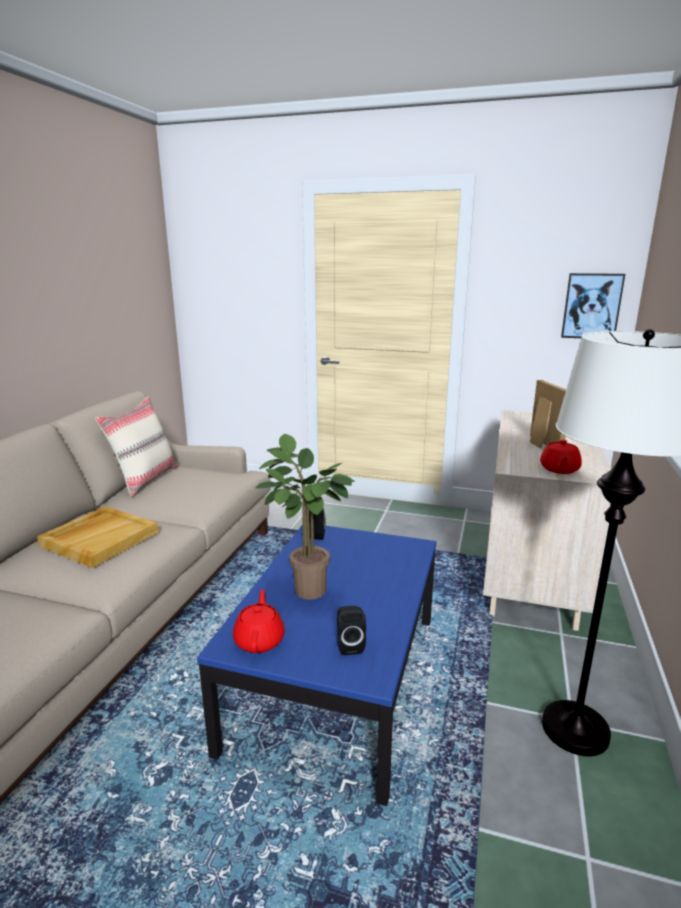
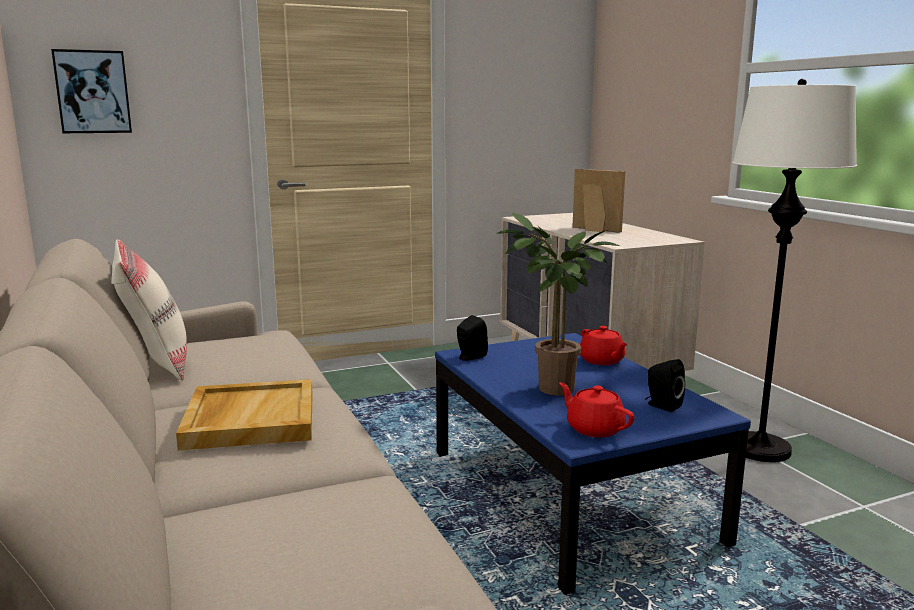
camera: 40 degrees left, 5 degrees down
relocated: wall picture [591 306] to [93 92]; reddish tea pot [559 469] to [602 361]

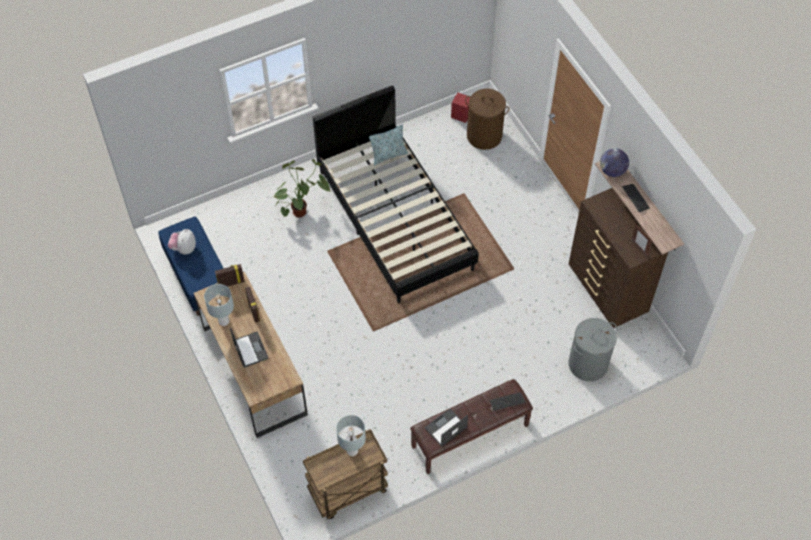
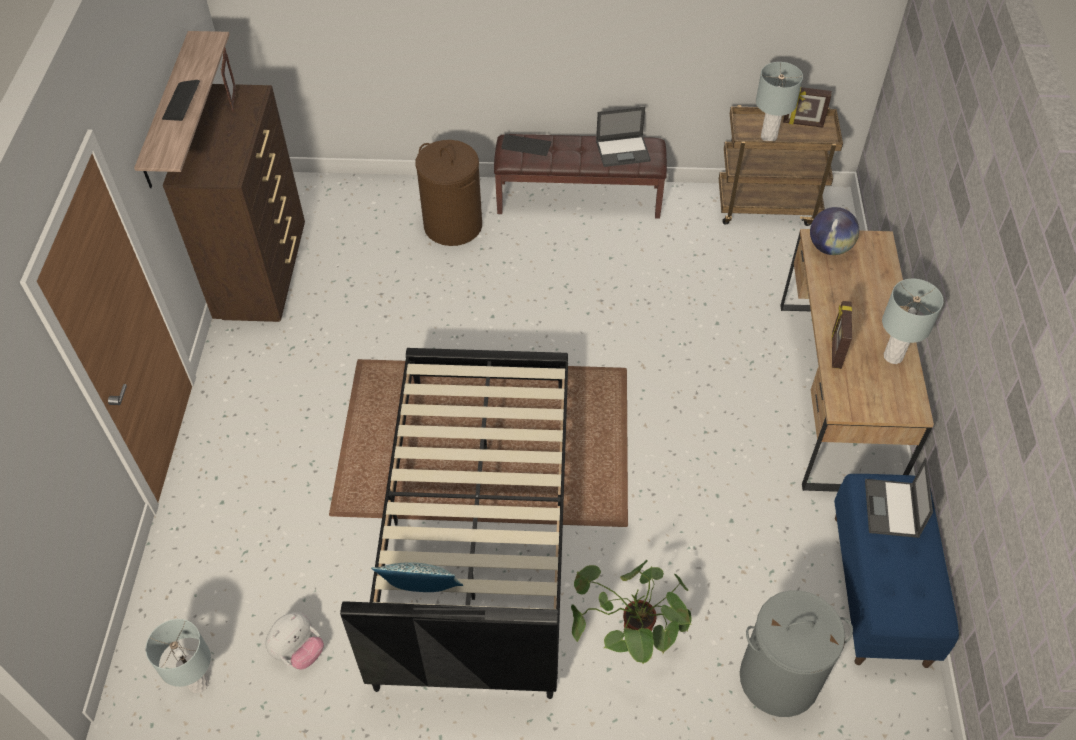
camera: 150 degrees left, 5 degrees down
relocated: brown-coloured hamper [484 136] to [452 225]; world globe [612 171] to [829 247]; plush toy [184 248] to [299 651]; photo frame [231 283] to [803 123]; gray hamper [588 364] to [779 678]; portable computer [250 349] to [892 509]
exchanged: reddish loudspeaker [461 115] to gray tabletop lamp [198 683]

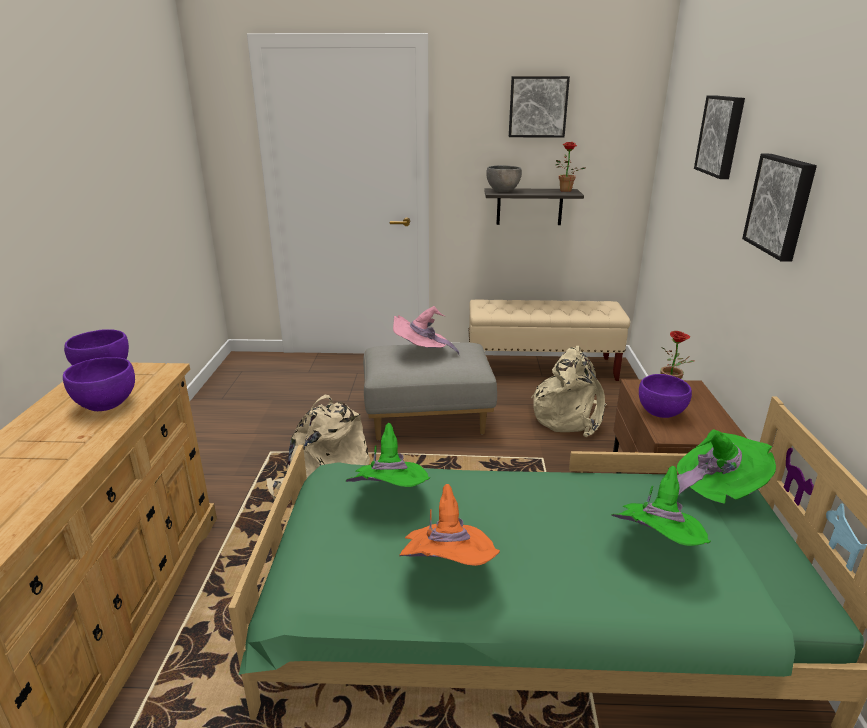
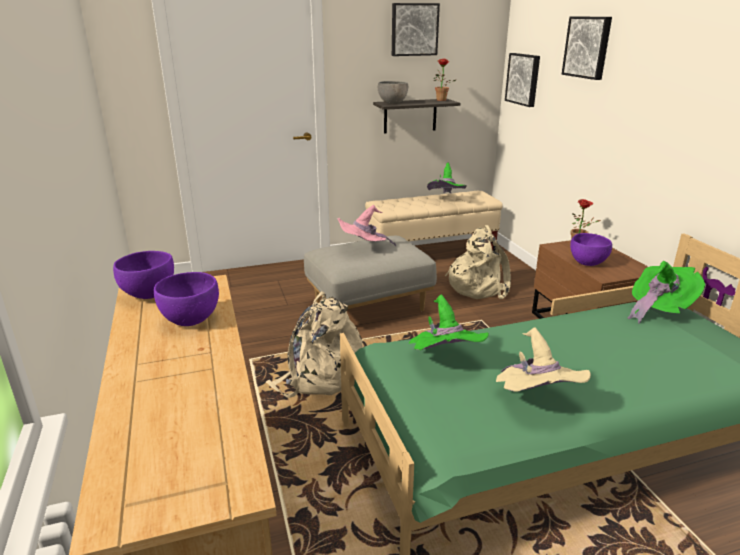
camera: 20 degrees left, 0 degrees up
relocated: wall picture [781 205] to [523 79]; green-coloured clothing hat [656 548] to [445 201]
colour: orange-coloured clothing hat [447 570] to beige clothing hat [536 399]

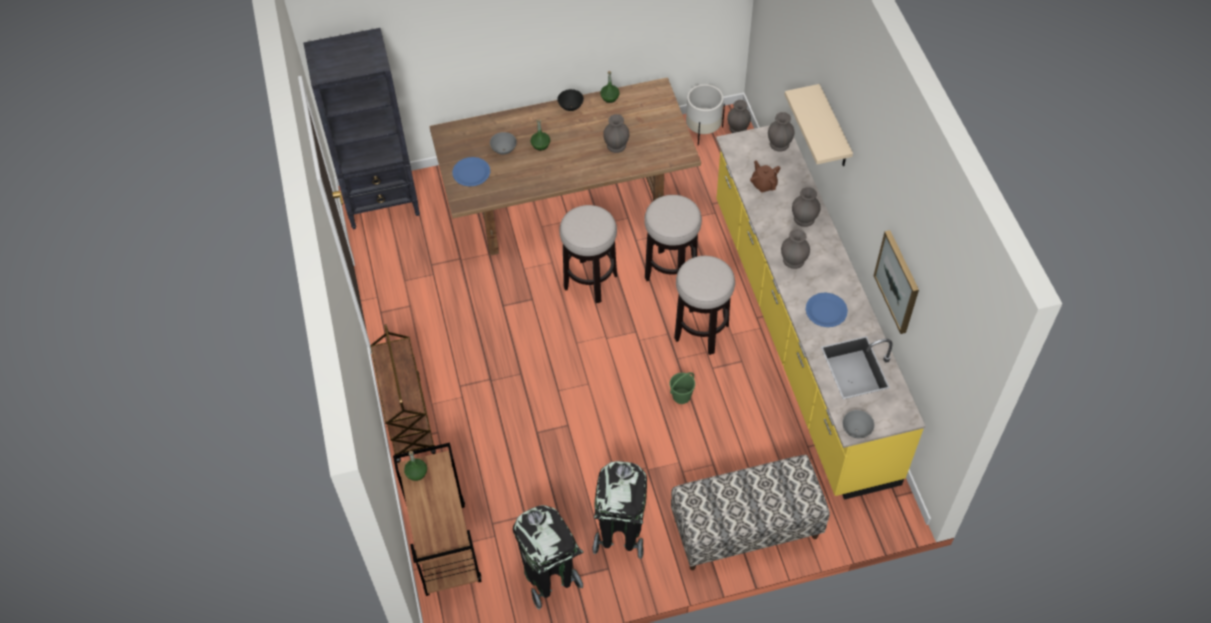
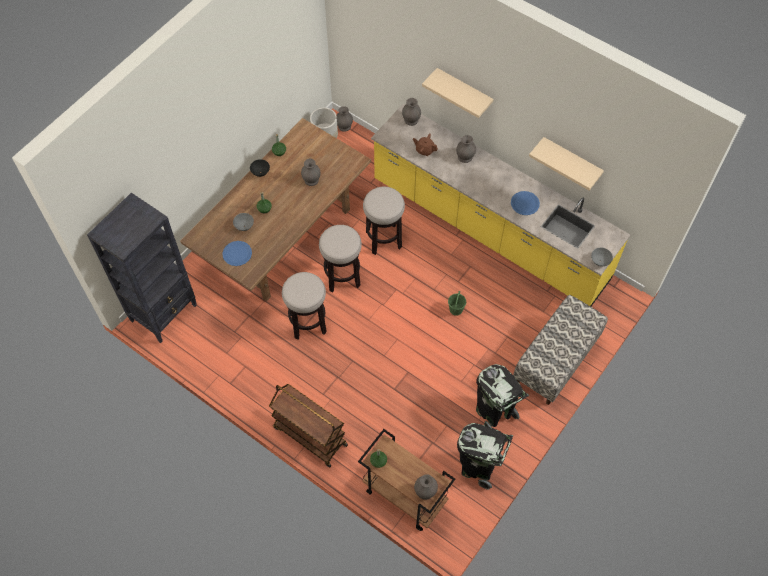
camera: 40 degrees left, 5 degrees up
relocated: gray flower vase [793 260] to [425 491]; sitting stool [701 332] to [308 323]
exchanged: wall picture [898 281] to beige shelf [571 160]

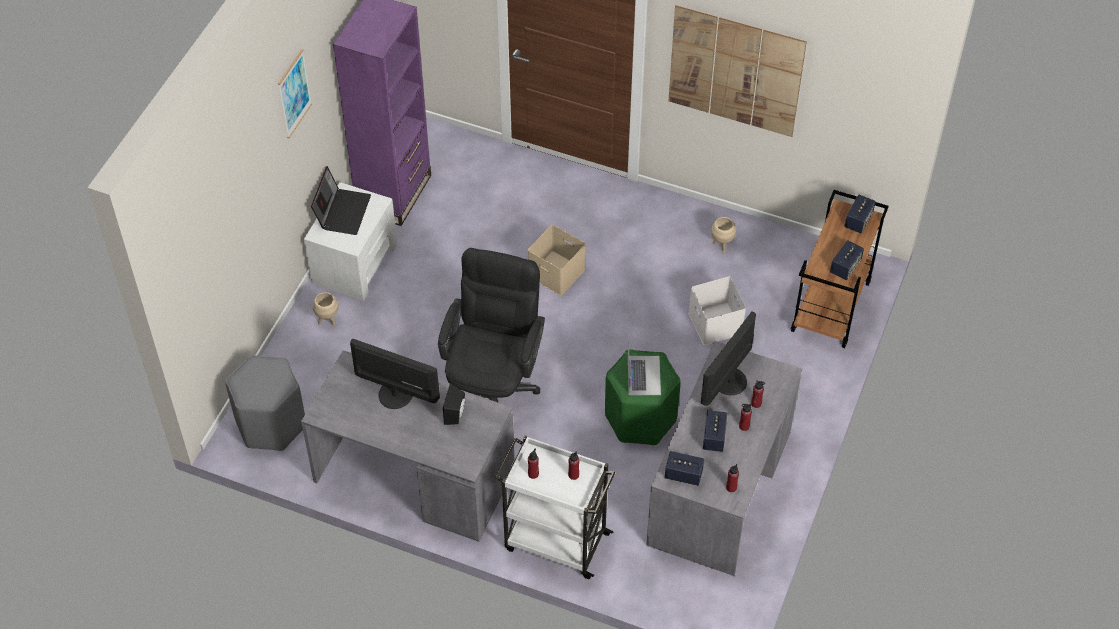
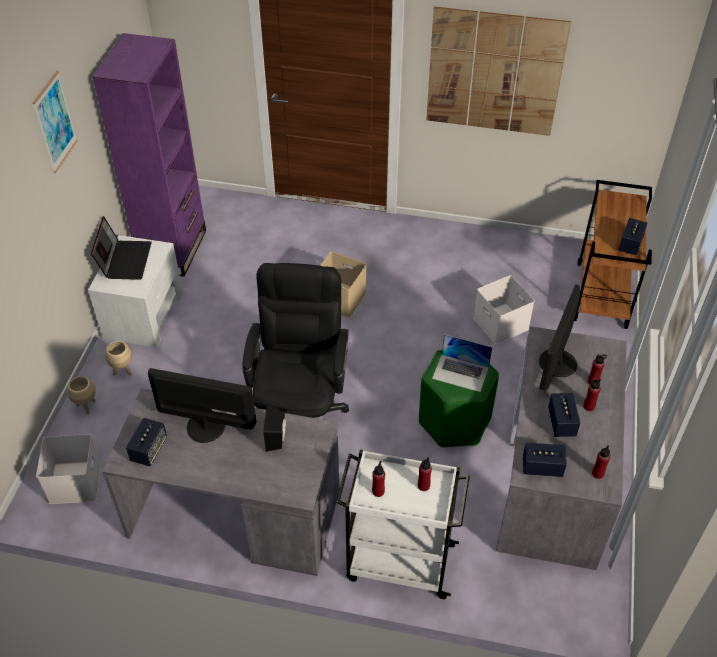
camera: 10 degrees left, 5 degrees down
relocated: loudspeaker [858 221] to [149 450]; beige planter [722 246] to [87 407]
exchanged: gray sitting stool [271 423] to white-coloured storage bin [74 481]
spun: portable computer [643 375] = [460 373] 120 degrees clockwise

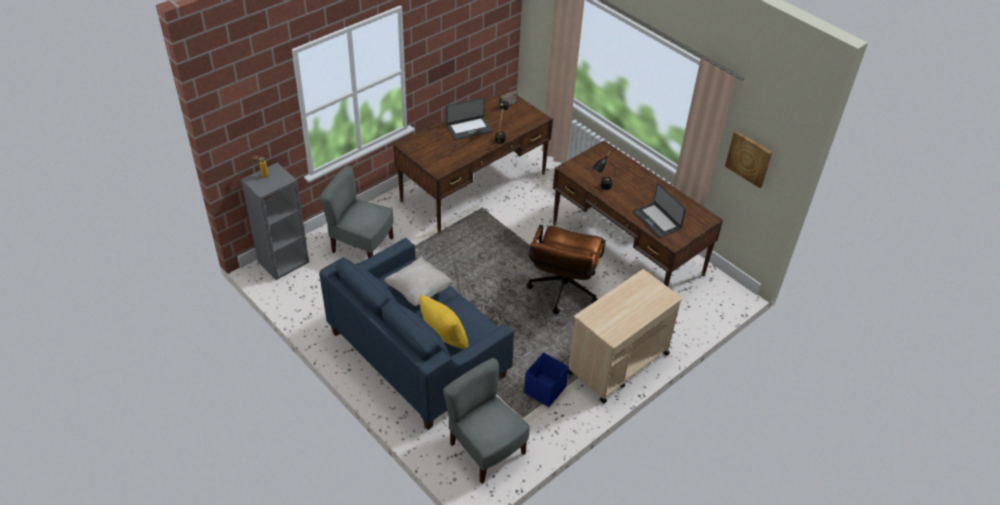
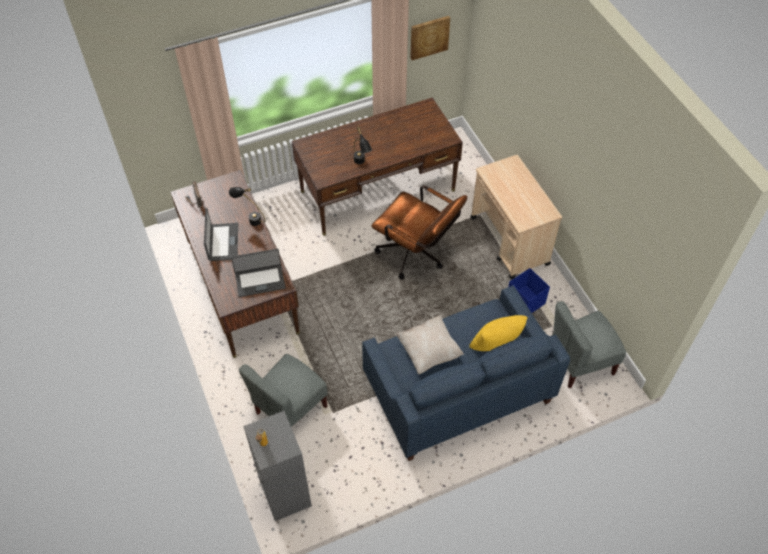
camera: 70 degrees left, 10 degrees up
relocated: portable computer [657 220] to [260 280]

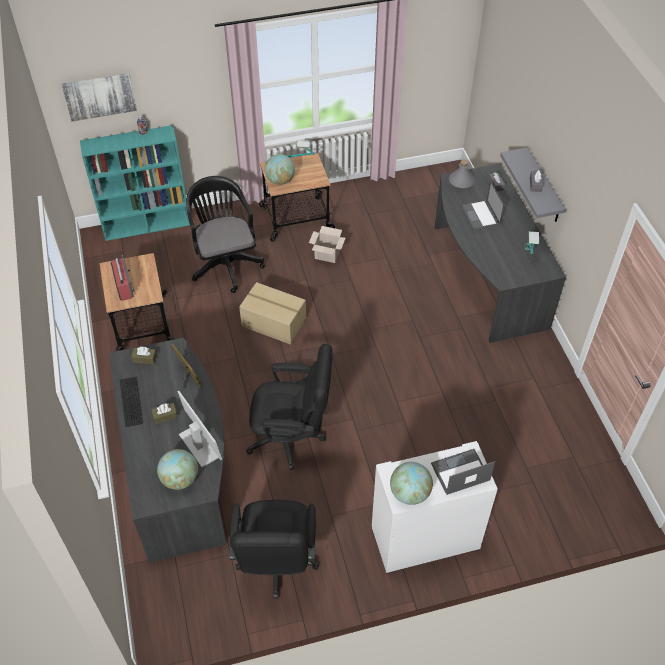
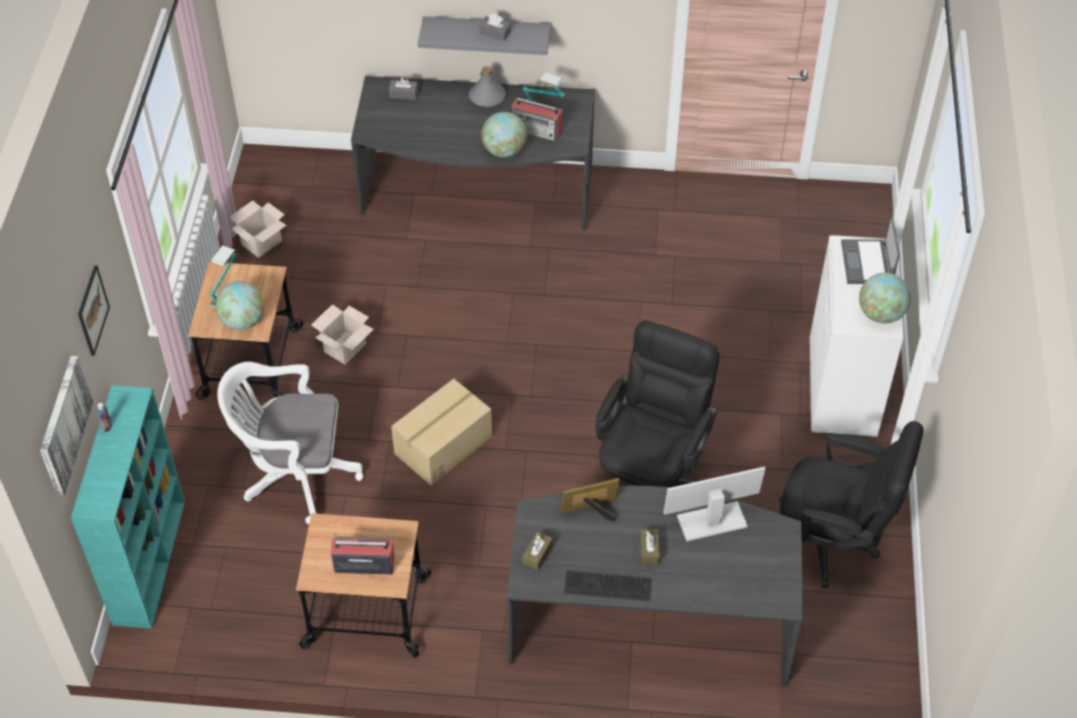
camera: 70 degrees left, 0 degrees up
missing: portable computer [480 215]
appeared: radio [537 130]; packing box [262 242]; wall picture [92 310]
relocated: gray drink bottle [461 181] to [487 97]; world globe [180 479] to [504 150]
colour: black-coloured office chair [225 263] to white-coloured office chair [294 474]

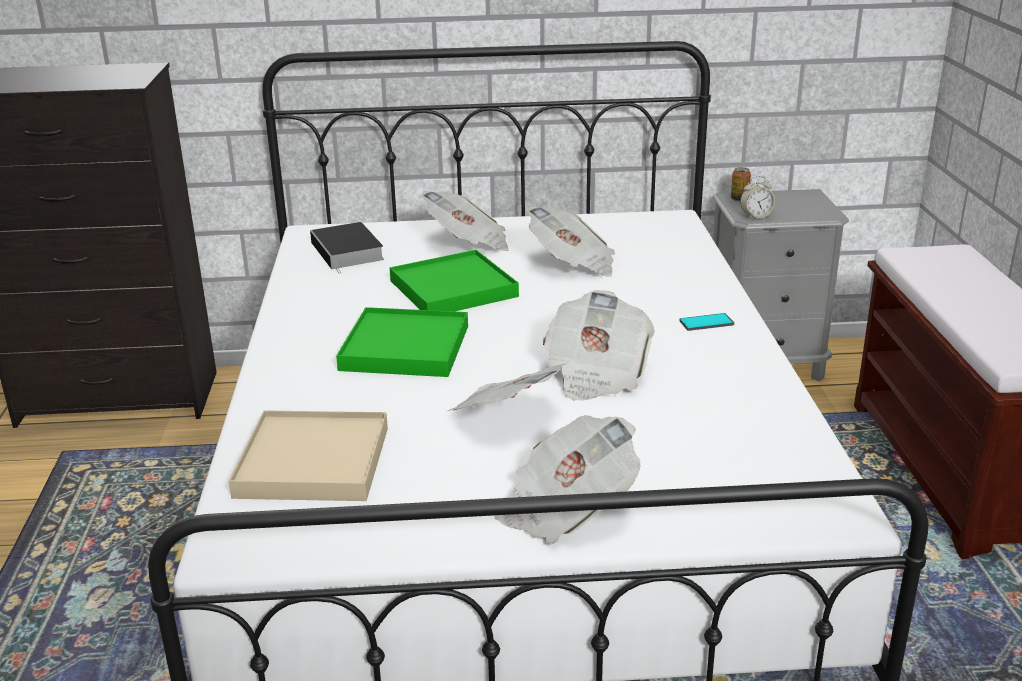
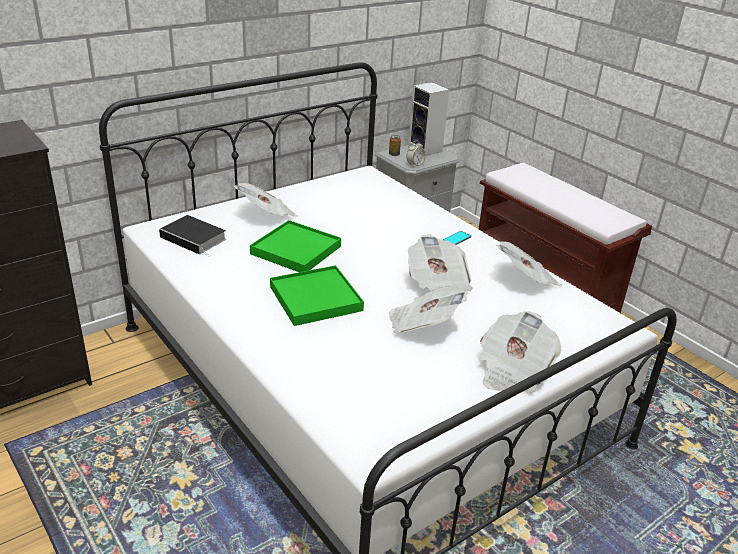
camera: 35 degrees left, 5 degrees up
missing: beige carrying tray [313 462]
appeared: loudspeaker [426 149]
relocated: daily paper [573 264] to [526 280]

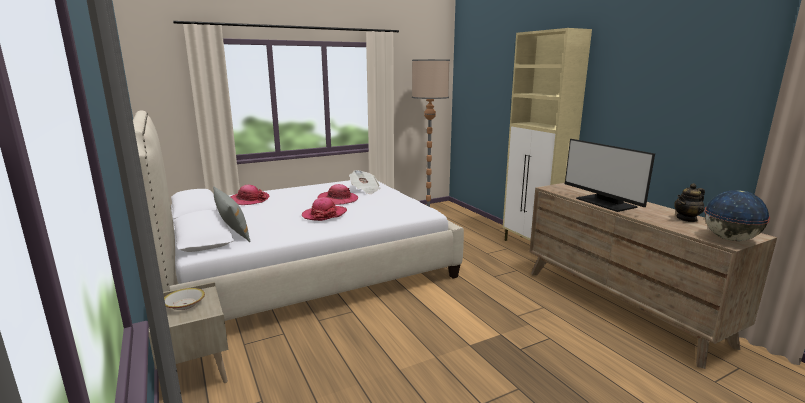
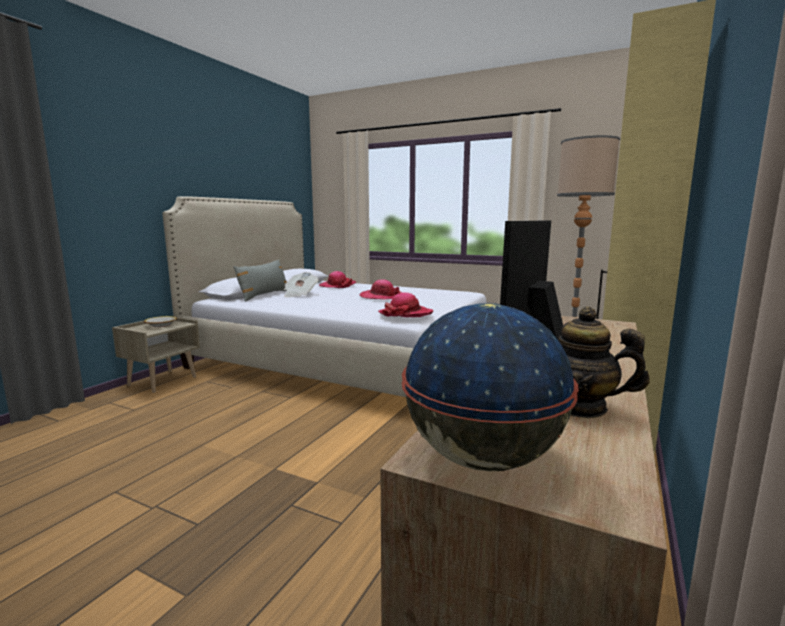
camera: 55 degrees right, 5 degrees down
relocated: daily paper [365 190] to [299 294]; clothing hat [324 214] to [405 314]

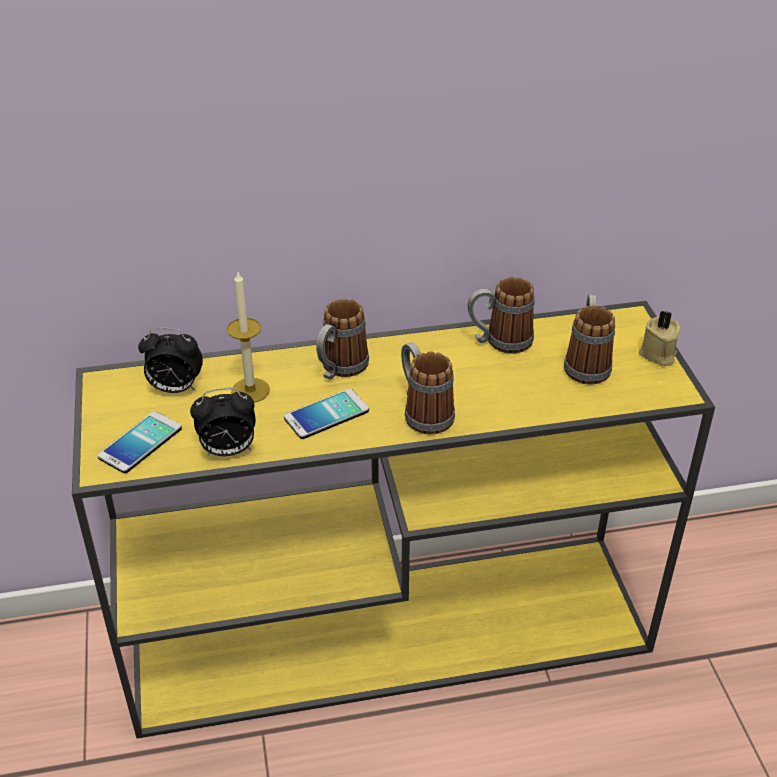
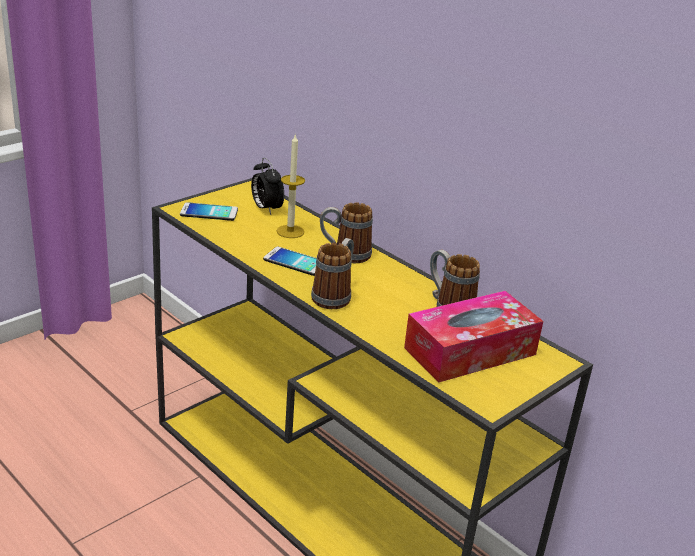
camera: 55 degrees right, 10 degrees down
missing: beige wax light [658 354]; table clock [228 451]
exchanged: coffee mug [586 363] to tissue box [470 351]

